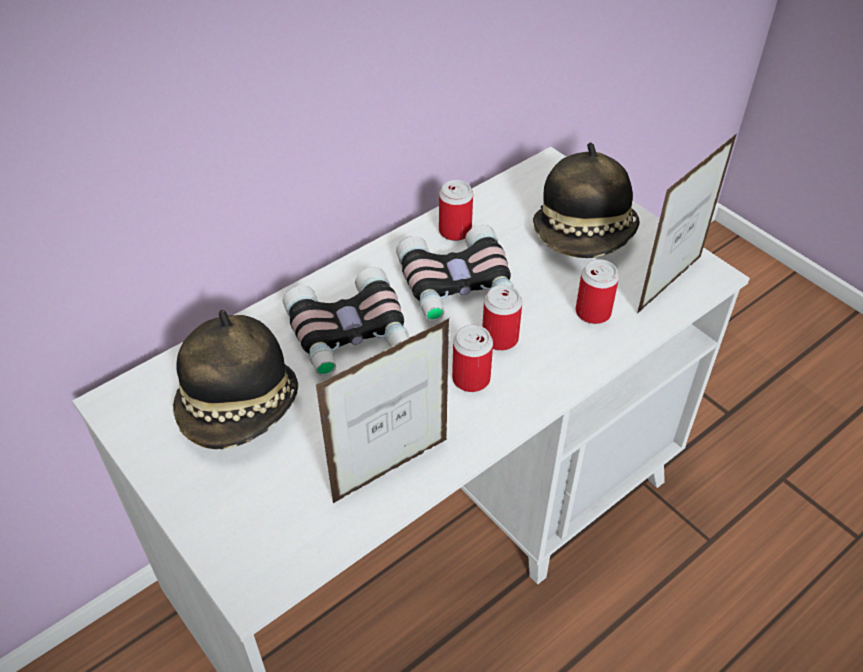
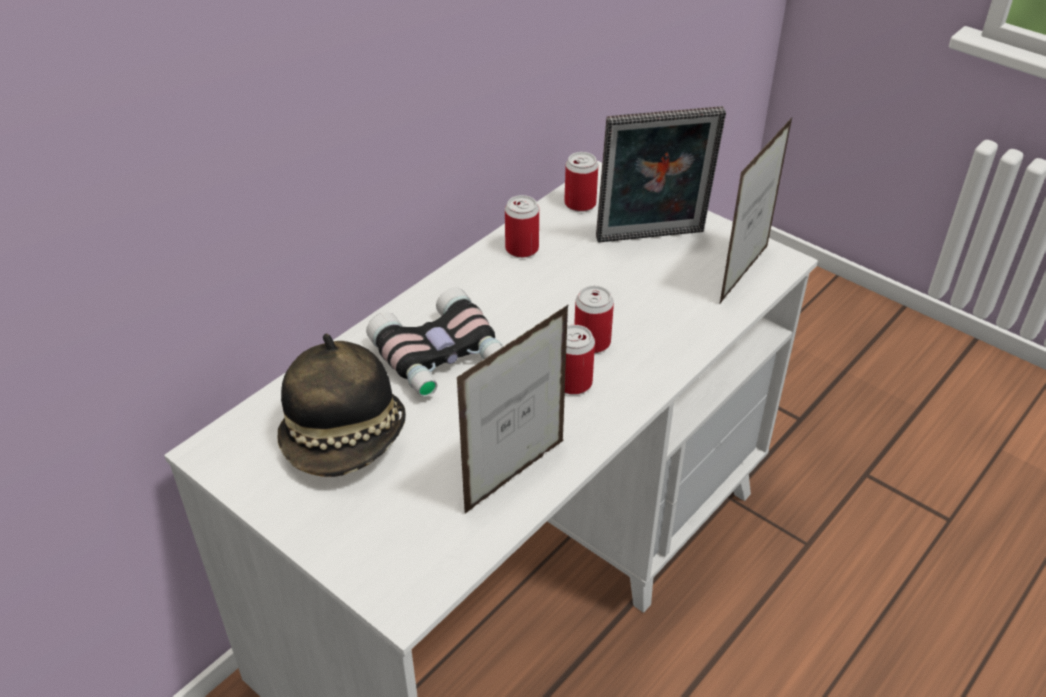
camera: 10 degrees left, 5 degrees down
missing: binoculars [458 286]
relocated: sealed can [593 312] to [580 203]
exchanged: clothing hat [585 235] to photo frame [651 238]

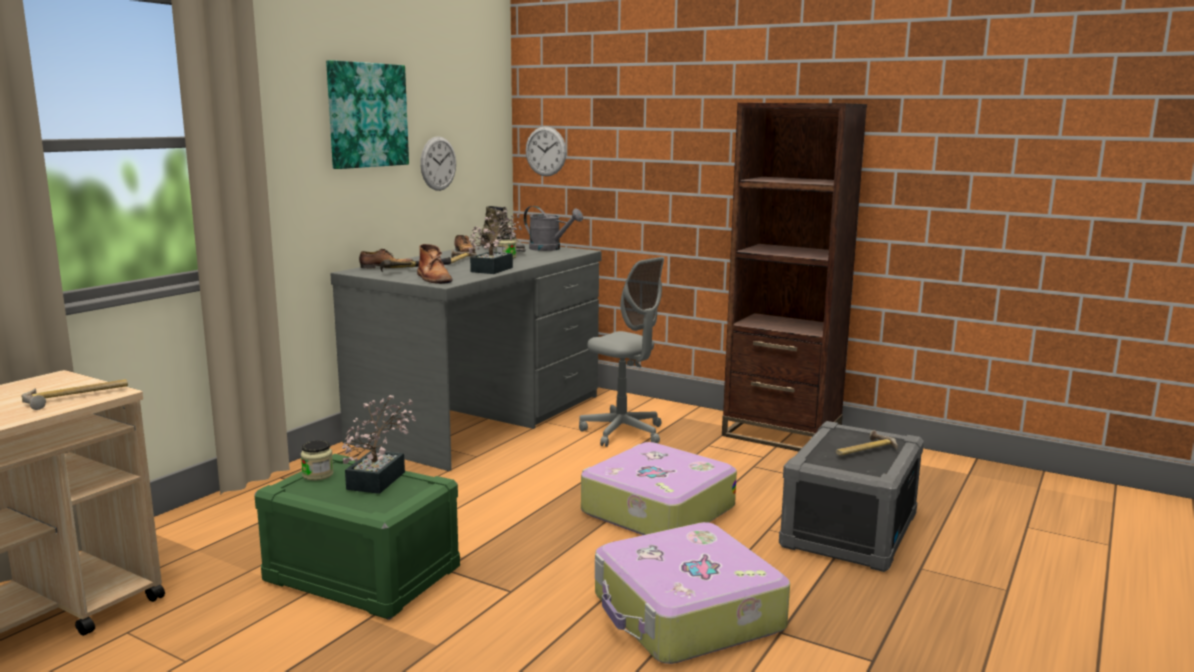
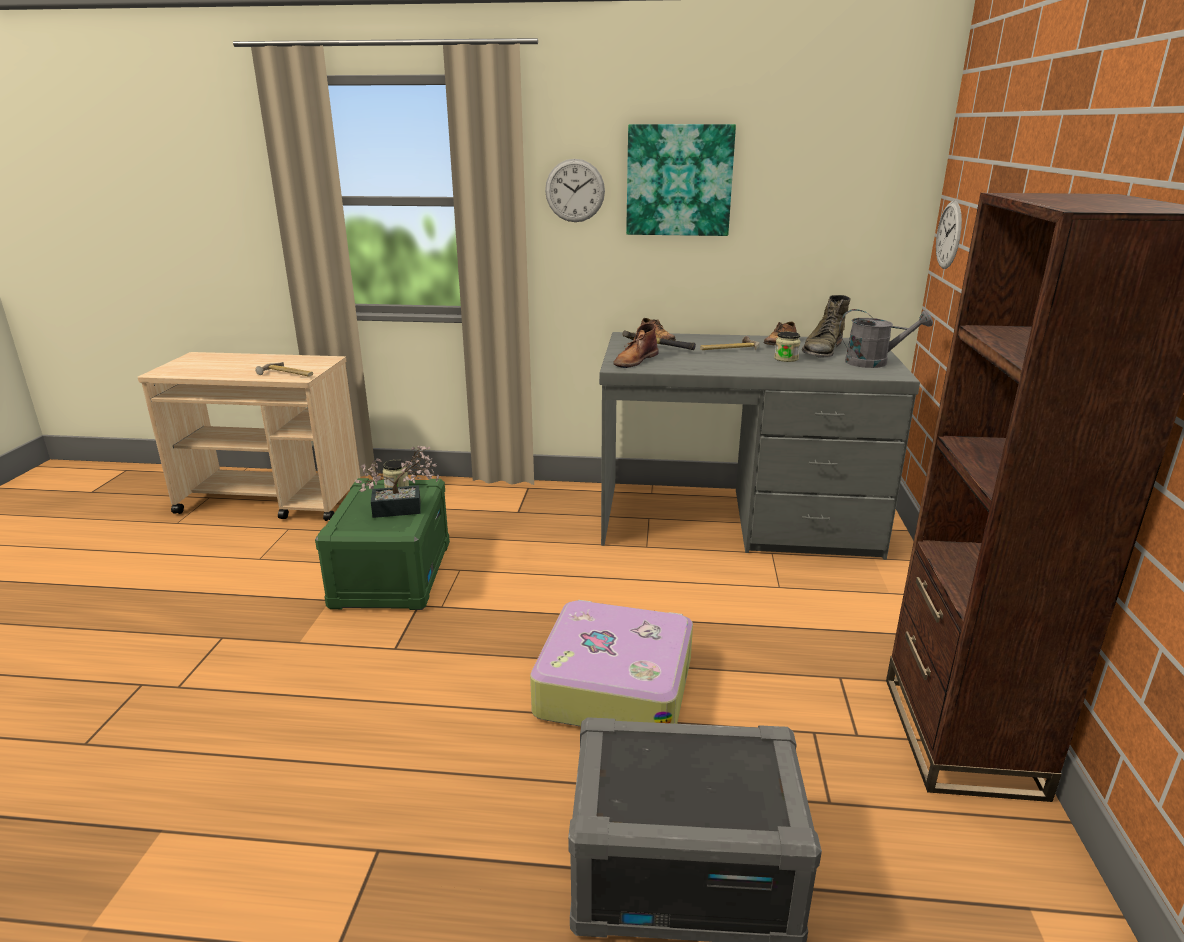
camera: 65 degrees right, 10 degrees up
missing: plant in a pot [495 269]; gray office chair [623 433]; hammer [863 450]; suitcase [686 614]
relocated: hanging clock [438 163] to [575 190]
spun: gray sprinkling can [550 249] = [874 362] 90 degrees counterclockwise

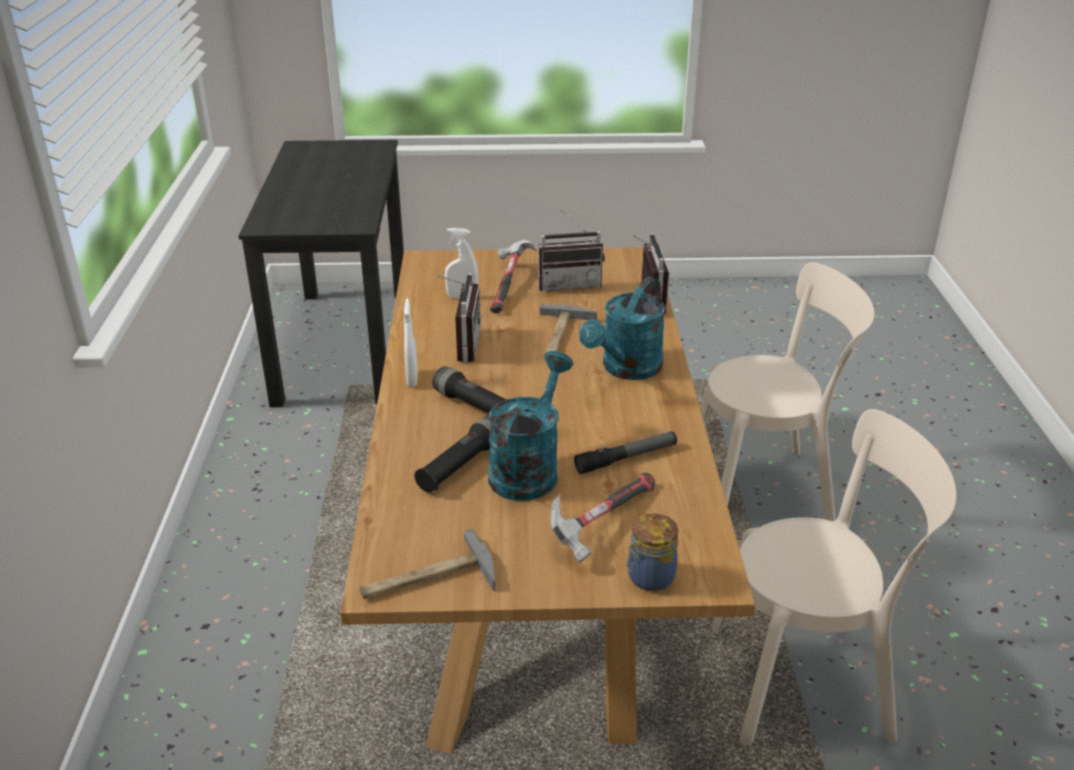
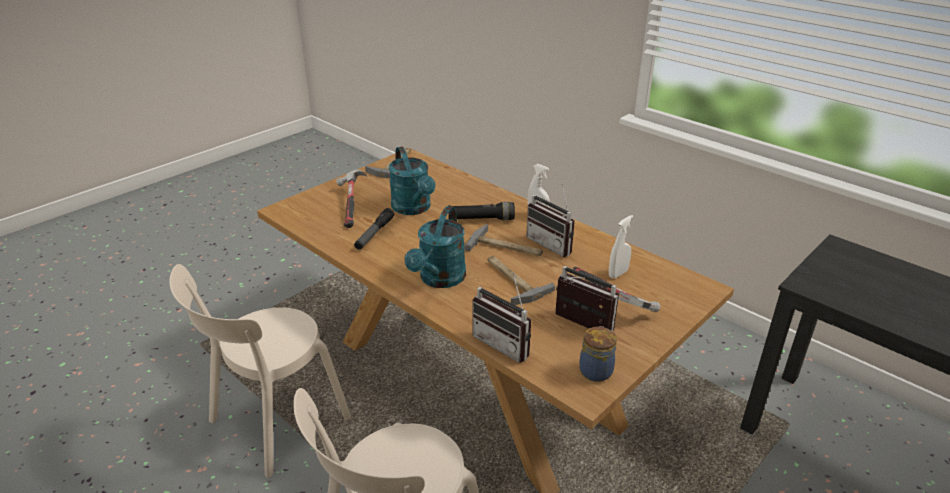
camera: 135 degrees right, 0 degrees up
missing: black-coloured flashlight [460 465]
appeared: hammer [506 247]
relocated: jar [649 577] to [596 370]
spun: radio [569 284] = [579 326] 90 degrees clockwise; blue-green sprinkling can [626 369] = [439 280] 150 degrees counterclockwise

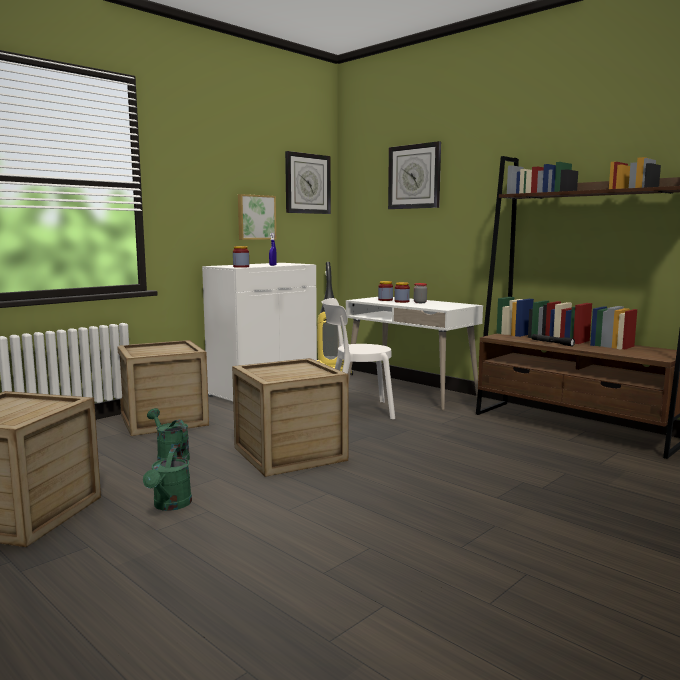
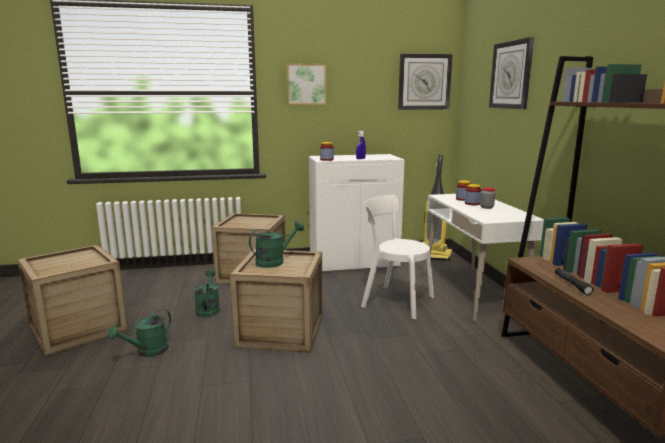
camera: 35 degrees right, 5 degrees up
appeared: green-coloured sprinkling can [274 261]
relocated: wall picture [255 217] to [306 84]

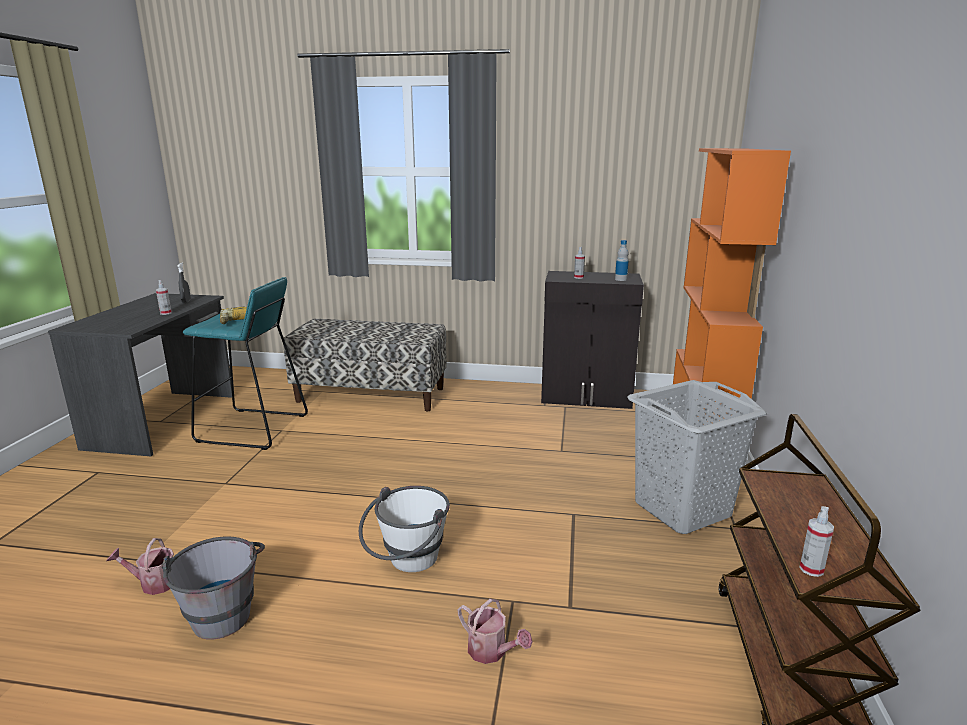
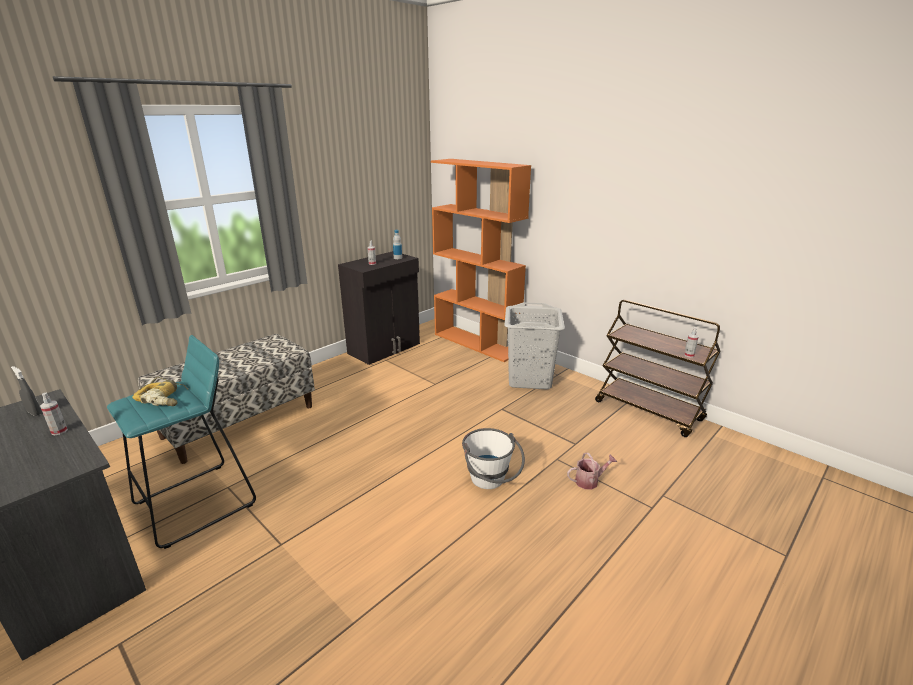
camera: 55 degrees left, 5 degrees up
missing: gray bucket [222 611]; sprinkling can [154 583]

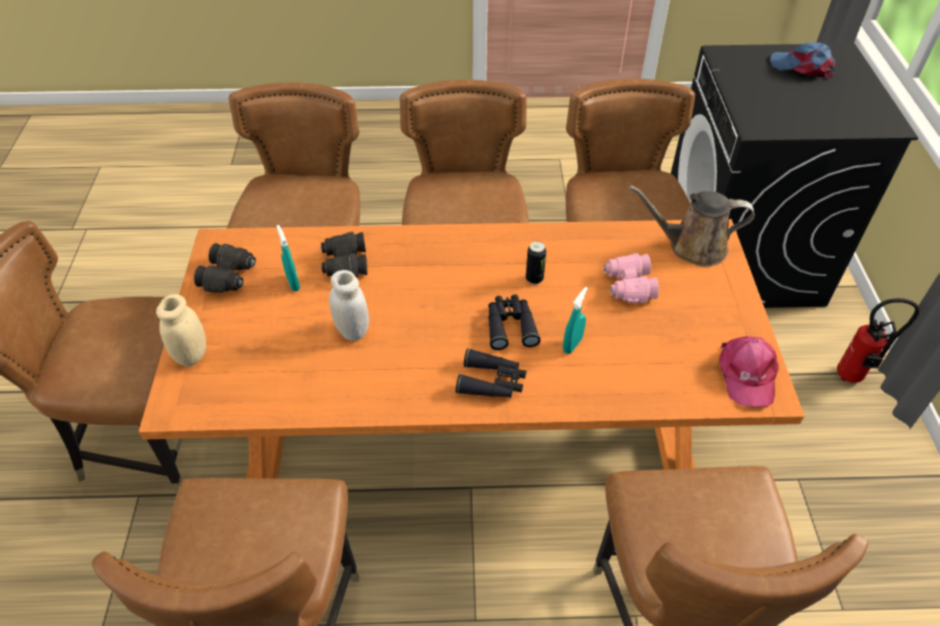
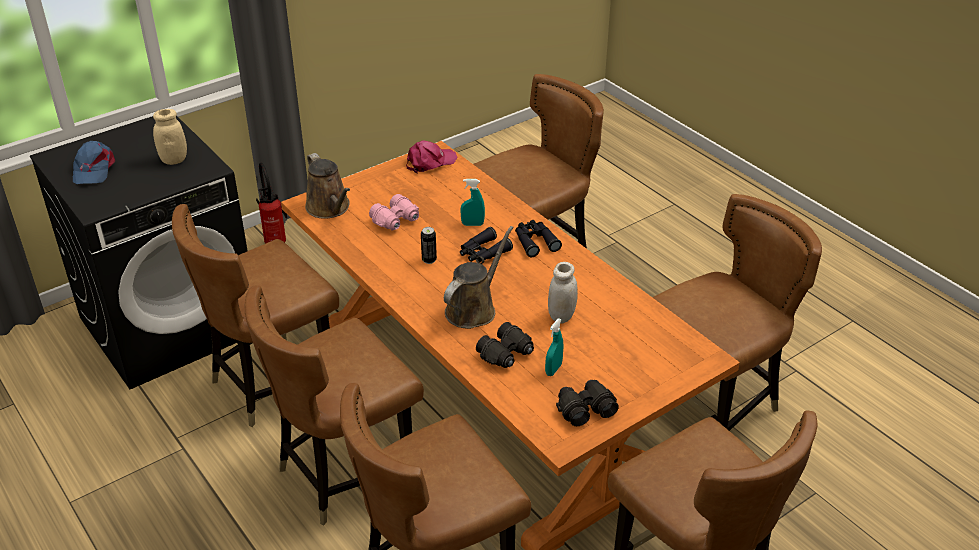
camera: 125 degrees left, 10 degrees down
appeared: brown-coloured sprinkling can [473 309]
relocated: beige jar [192 355] to [174 160]

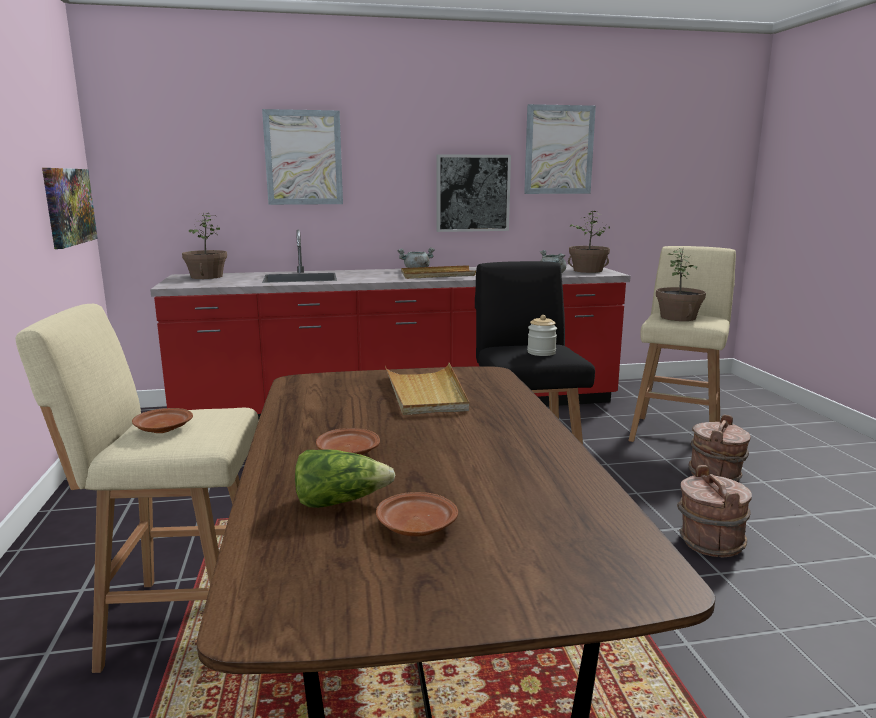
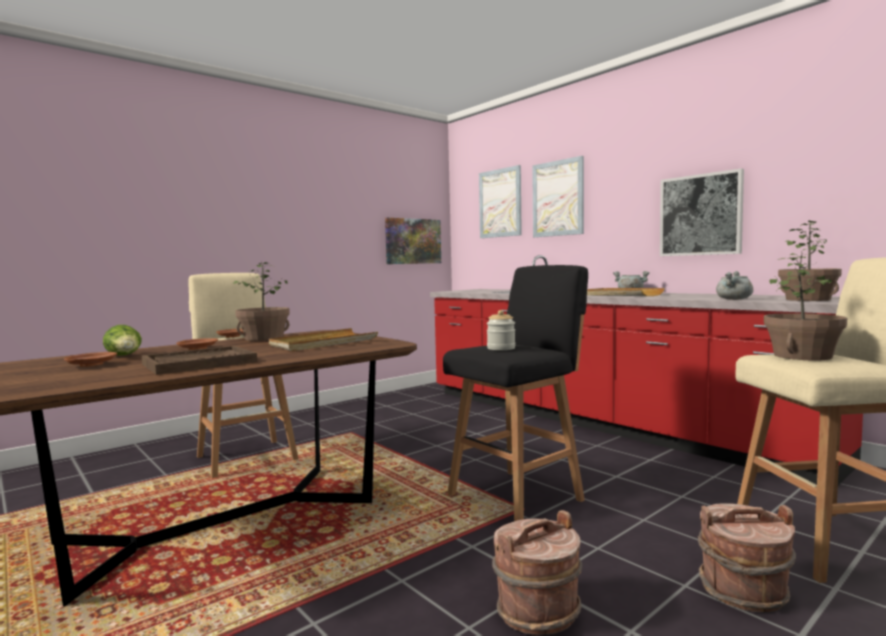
camera: 60 degrees right, 10 degrees down
appeared: brown-coloured carrying tray [199 363]
relocated: wall picture [559 150] to [500 203]; plant in a pot [206 276] to [264 338]

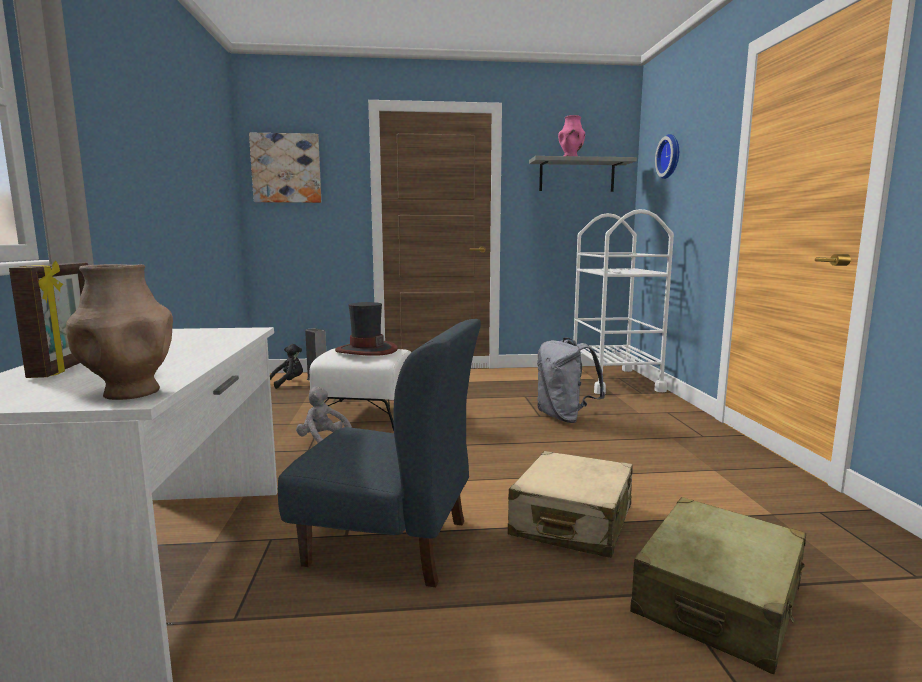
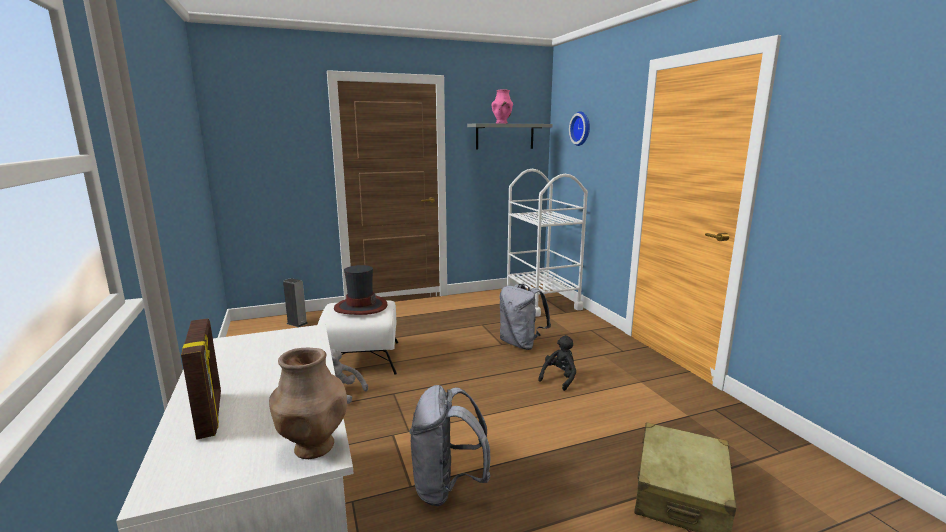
camera: 15 degrees left, 5 degrees up
missing: wall picture [286 168]; beige suitcase [572 521]
relocated: black-coloured plush toy [288 383] to [559 378]
exchanged: blue chair [389 542] to gray backpack [447 487]

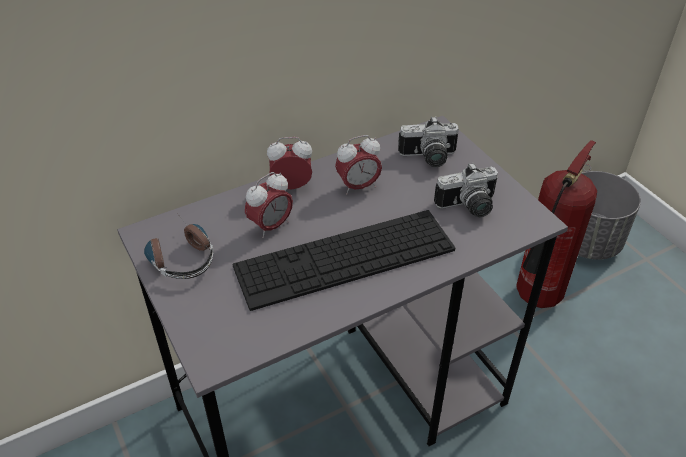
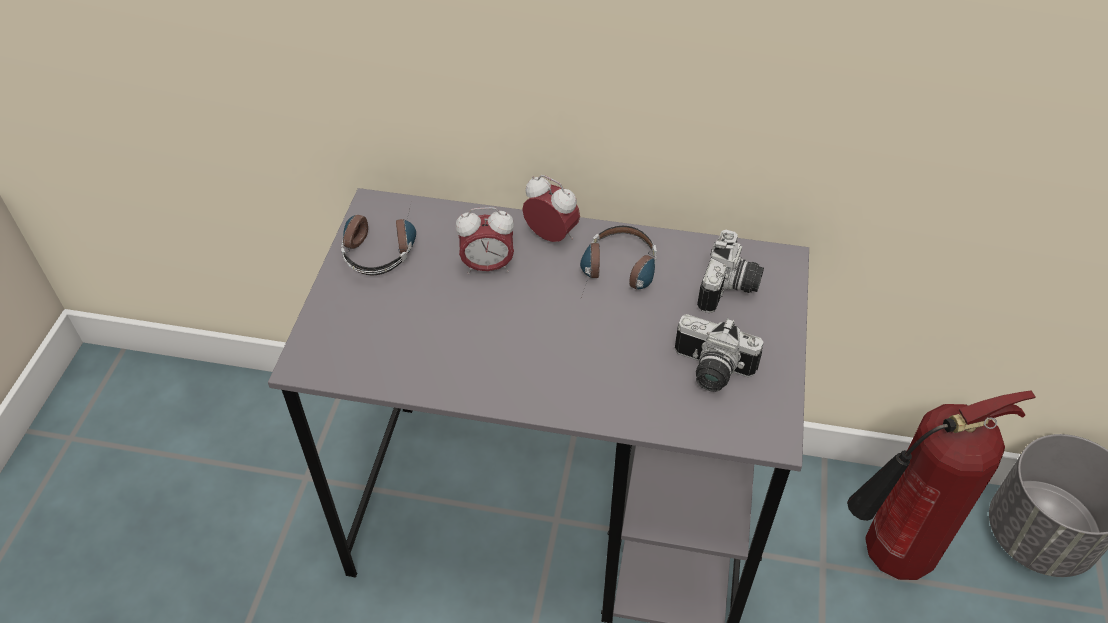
camera: 40 degrees right, 5 degrees up
missing: PC keyboard [345 258]
exchanged: table clock [358 186] to headset [617 276]
spun: photo camera [428 158] = [730 289] 105 degrees counterclockwise

